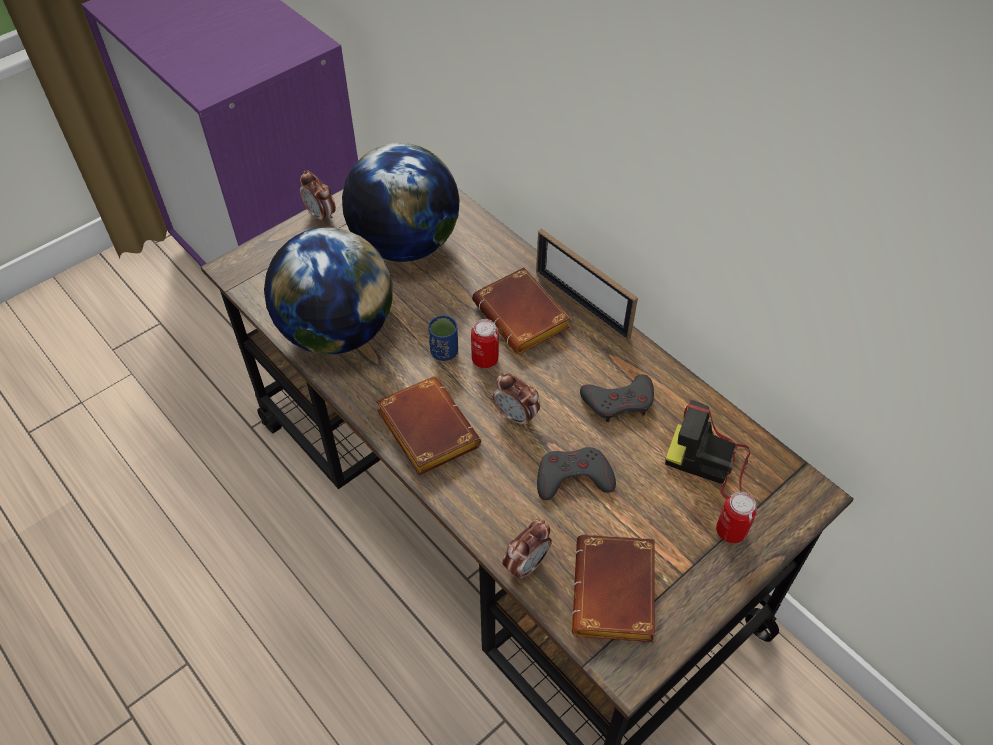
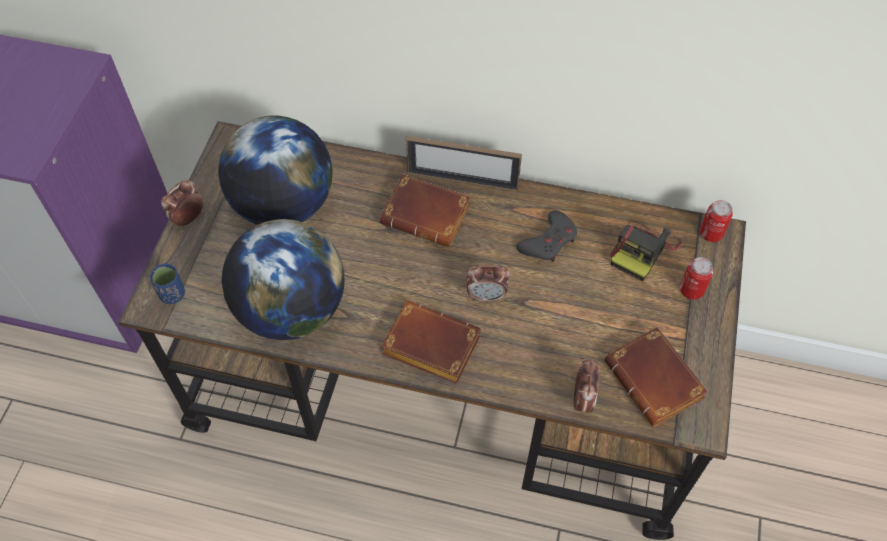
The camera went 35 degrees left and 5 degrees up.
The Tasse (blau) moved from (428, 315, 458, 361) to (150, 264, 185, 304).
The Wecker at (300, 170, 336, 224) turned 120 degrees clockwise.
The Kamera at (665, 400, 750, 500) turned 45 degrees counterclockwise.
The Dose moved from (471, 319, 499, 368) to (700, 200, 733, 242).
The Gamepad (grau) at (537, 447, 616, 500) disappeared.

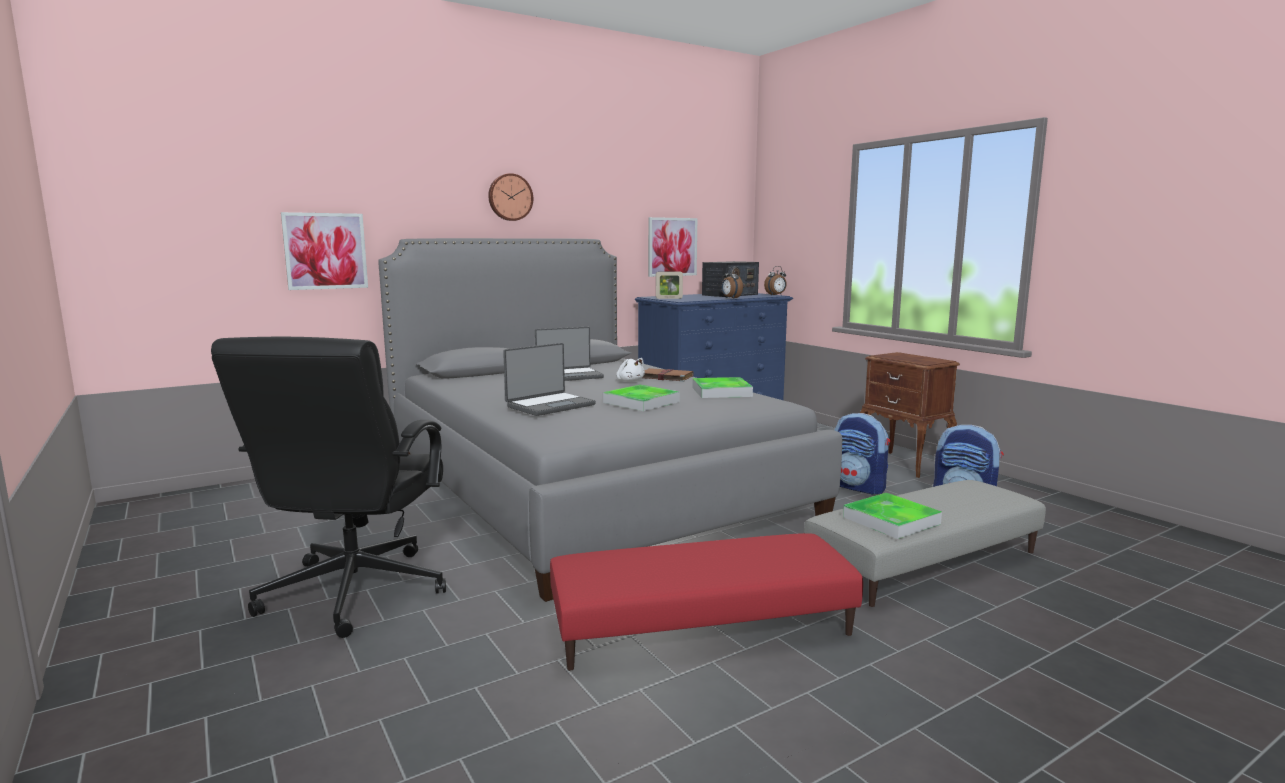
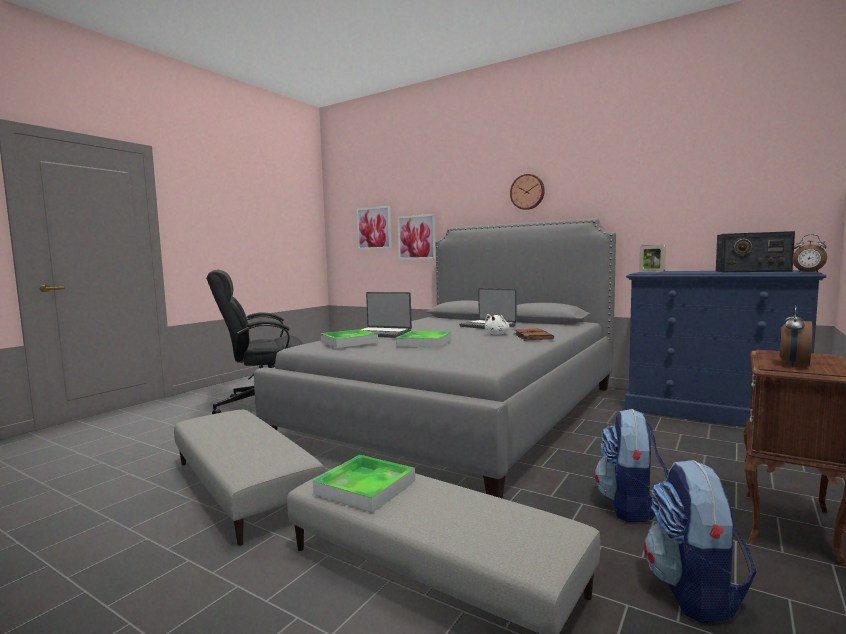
The camera went 65 degrees right and 5 degrees down.
The Polsterhocker (rot) at (550, 533, 863, 671) became the Polsterhocker (grau) at (174, 410, 325, 546).
The Tablett moved from (692, 377, 753, 398) to (320, 329, 378, 348).
The Bild moved from (648, 217, 697, 277) to (356, 206, 392, 250).
The Wecker moved from (722, 267, 743, 298) to (780, 305, 812, 367).

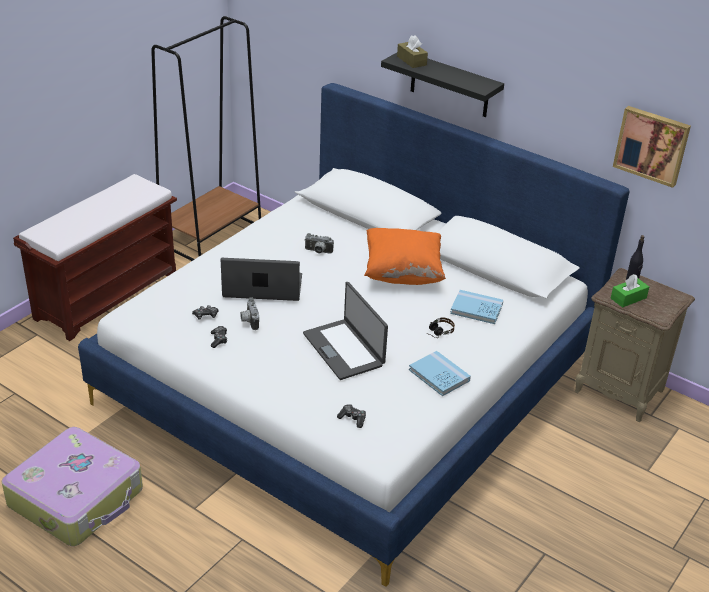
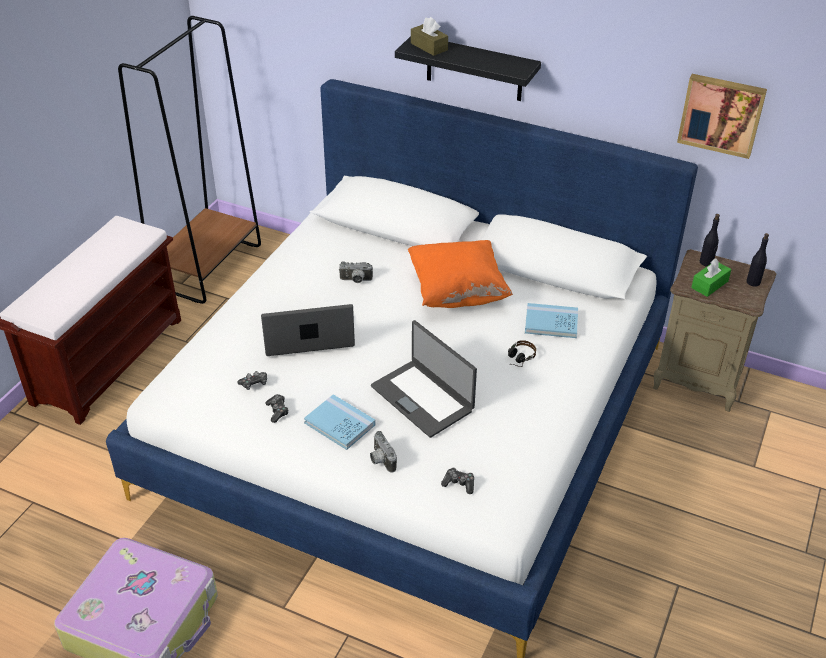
The camera went 10 degrees left and 5 degrees up.
The Buch (blau) moved from (409, 351, 471, 396) to (304, 394, 376, 450).
The Kamera moved from (240, 297, 259, 330) to (370, 431, 397, 473).
The Flasche (schwarz) at (747, 233, 769, 287) appeared.

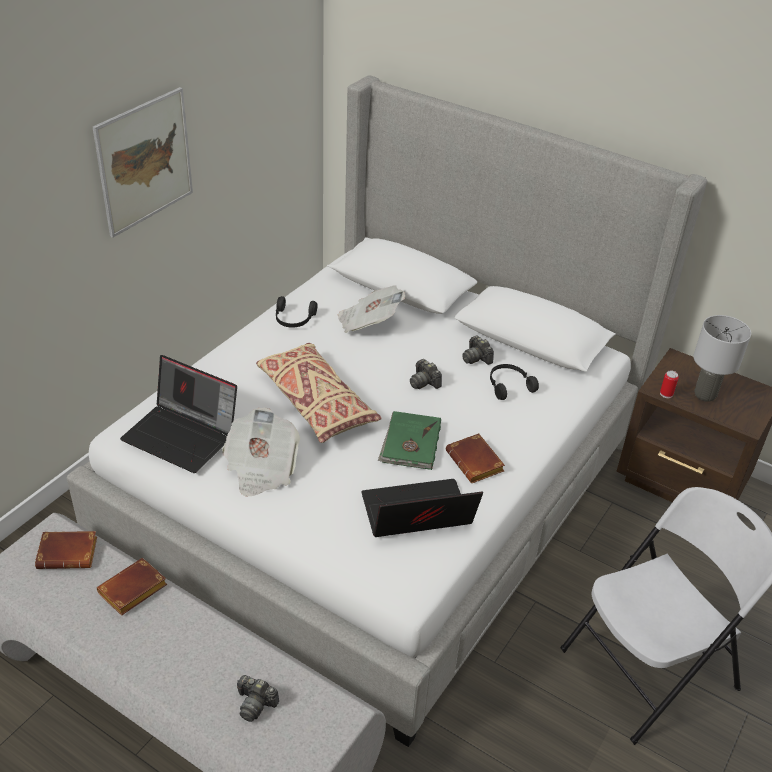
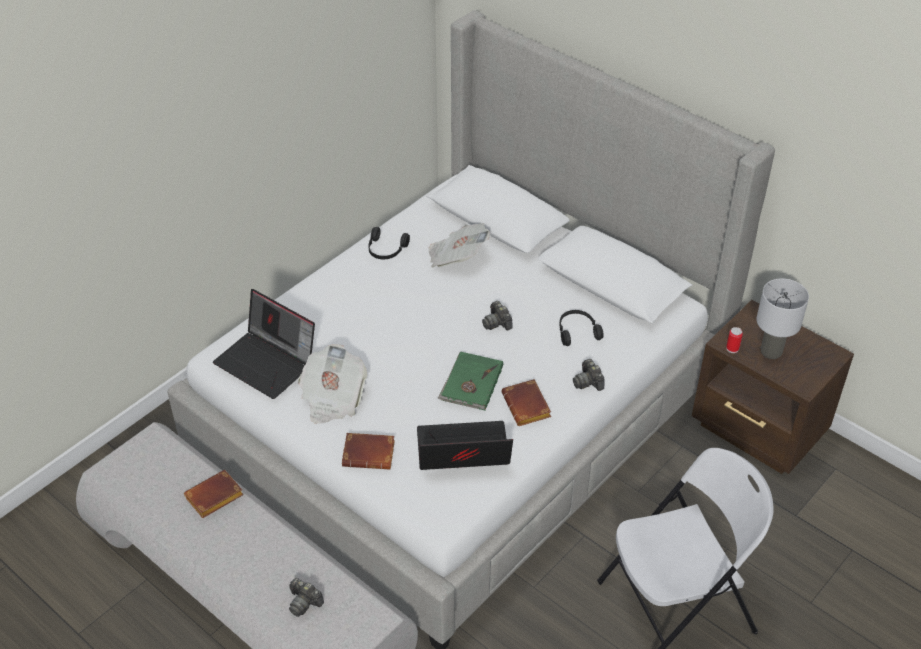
The camera went 10 degrees right and 5 degrees up.
The Buch (braun) moved from (35, 531, 97, 569) to (342, 433, 395, 469).
The Kamera moved from (462, 335, 494, 365) to (573, 359, 604, 391).
The Bild at (93, 87, 193, 238) disappeared.
The Kissen (beige) at (256, 343, 382, 443) disappeared.

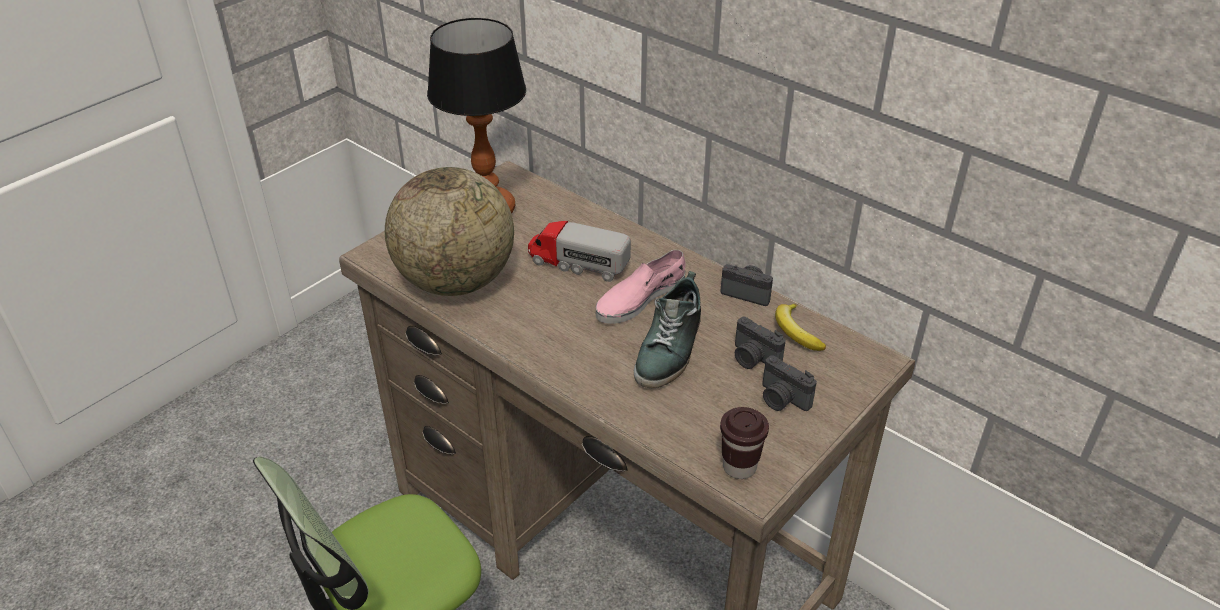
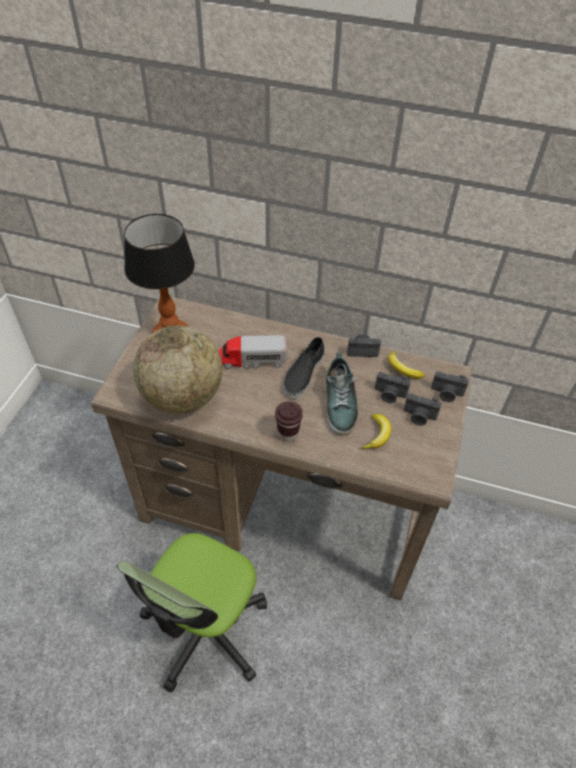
The camera went 25 degrees left and 10 degrees up.
The Tasse (braun) moved from (720, 407, 769, 479) to (275, 402, 303, 442).
The Schuh (rosa) at (596, 250, 686, 324) became the Schuh (schwarz) at (284, 337, 324, 399).
The Banane at (361, 414, 391, 449) appeared.
The Kamera at (431, 371, 469, 402) appeared.

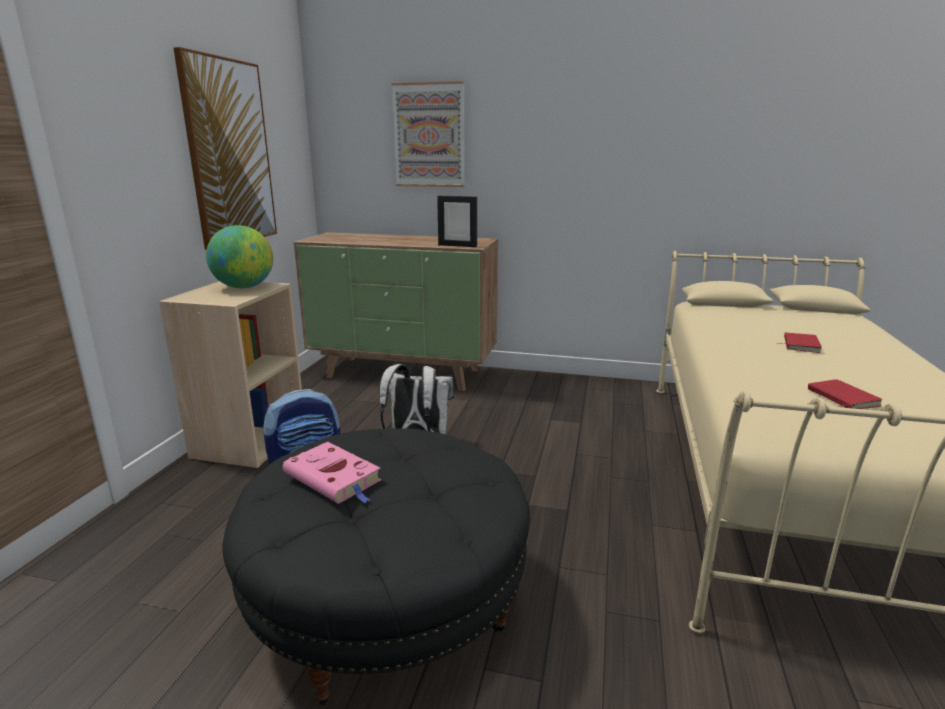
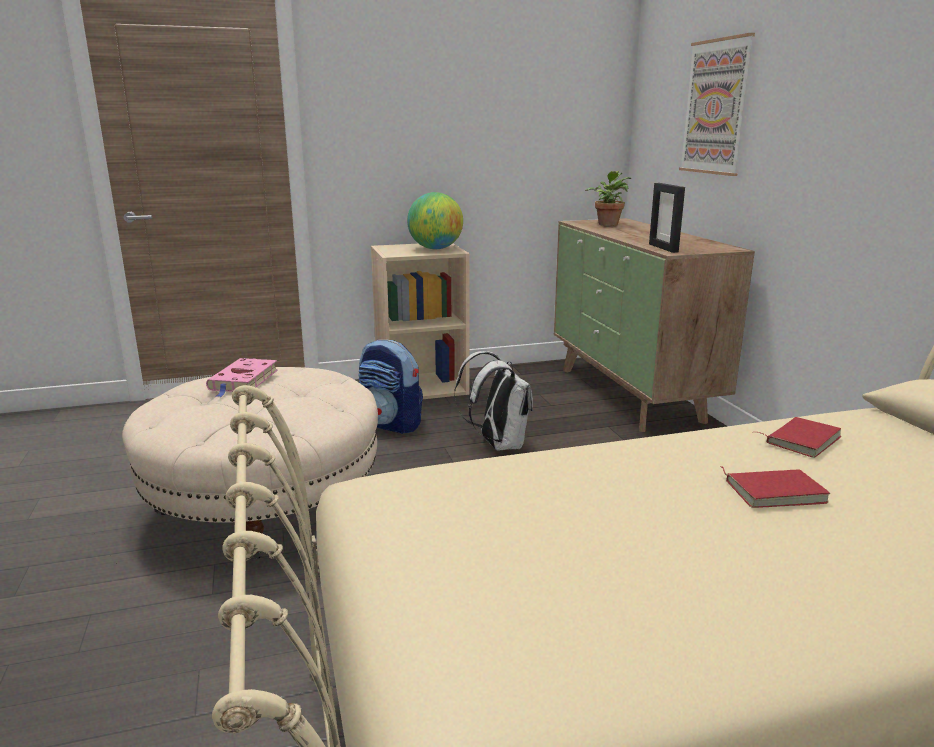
The camera went 60 degrees right and 0 degrees up.
The Polsterhocker (schwarz) at (223, 428, 530, 705) became the Polsterhocker (beige) at (122, 367, 378, 559).
The Topfpflanze at (585, 171, 631, 226) appeared.
The Buch (rot) moved from (808, 379, 883, 409) to (758, 417, 841, 458).
The Bild at (174, 47, 277, 250) disappeared.

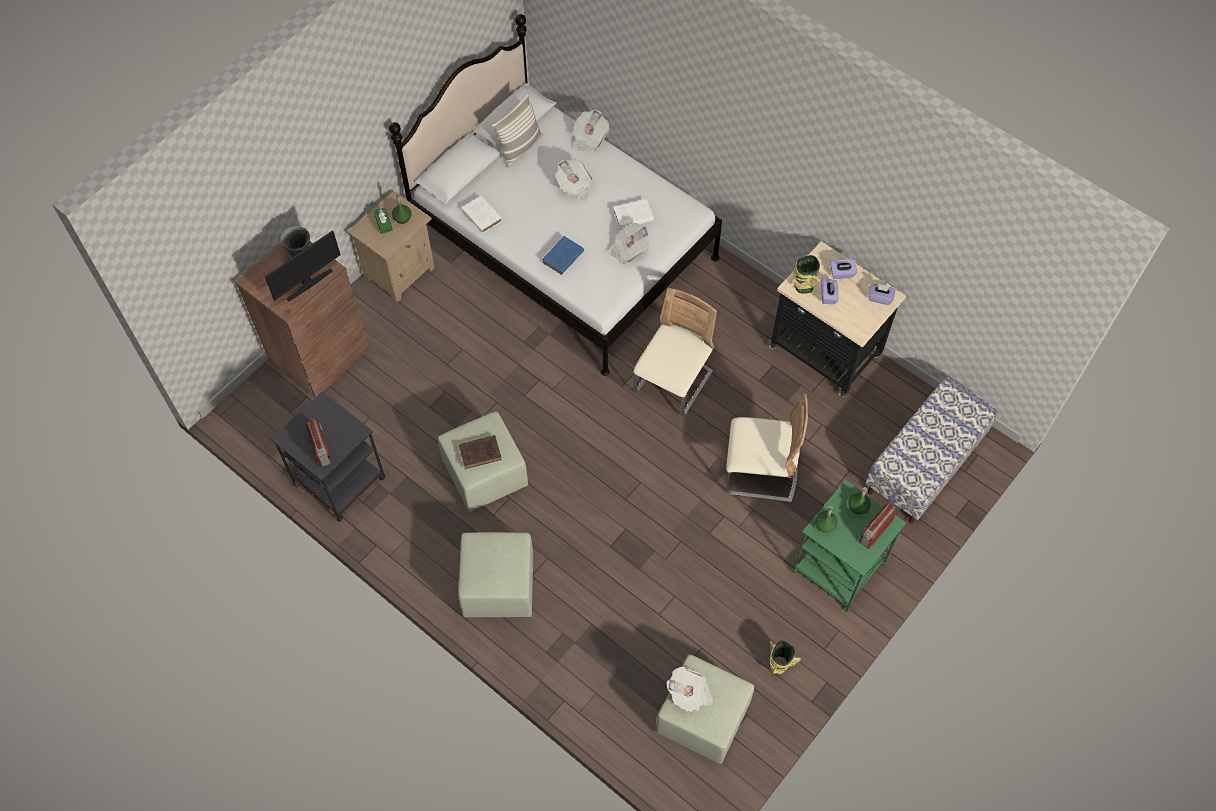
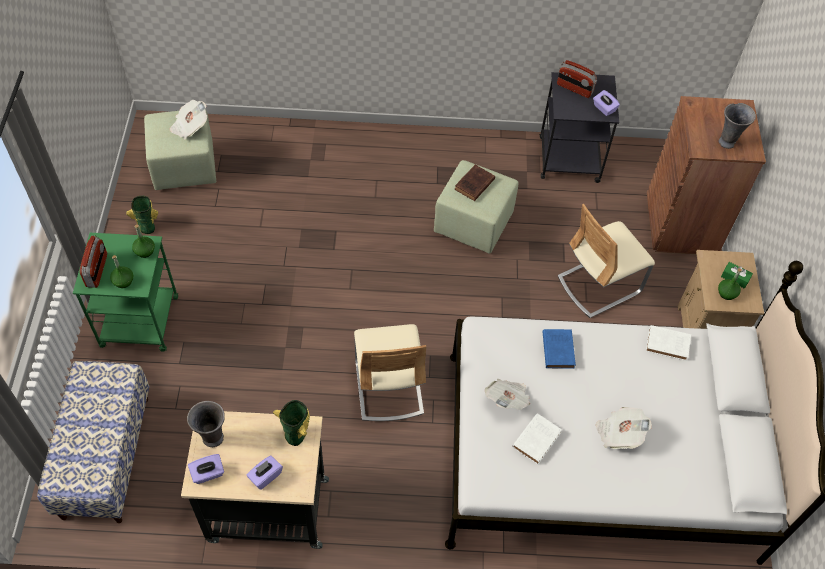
The camera went 140 degrees right and 5 degrees down.
The Vase (grau) at (187, 401, 225, 447) appeared.
The Stuhl (beige) moved from (726, 394, 808, 502) to (558, 204, 655, 318).
The Taschentuchbox (lila) moved from (821, 278, 839, 304) to (593, 90, 620, 116).
The Monitor at (265, 231, 341, 301) disappeared.
The Polsterhocker (grün) at (458, 532, 533, 617) disappeared.
The Kissen at (492, 94, 543, 168) disappeared.
The Zeitung at (572, 110, 609, 151) disappeared.

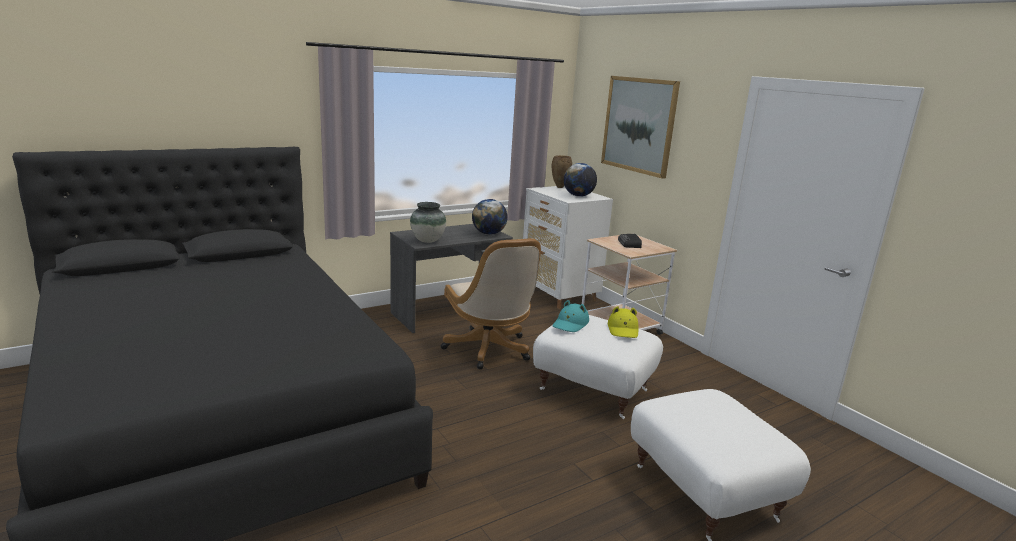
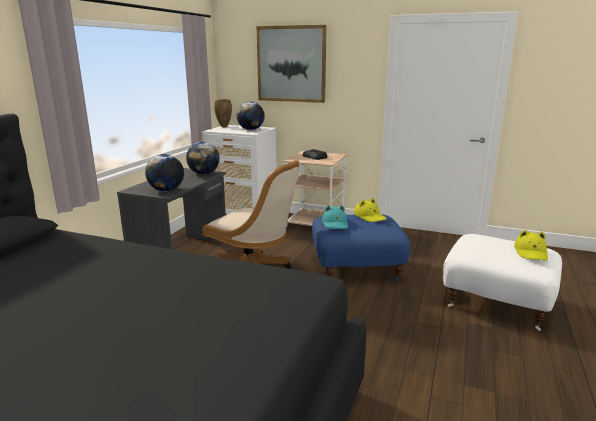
The camera went 35 degrees left and 0 degrees up.
The Vase at (410, 202, 446, 243) was replaced by the Globus at (145, 154, 184, 191).
The Polsterhocker (weiß) at (533, 315, 663, 419) became the Polsterhocker (blau) at (312, 214, 410, 281).
The Hut (gelb) at (514, 230, 548, 260) appeared.

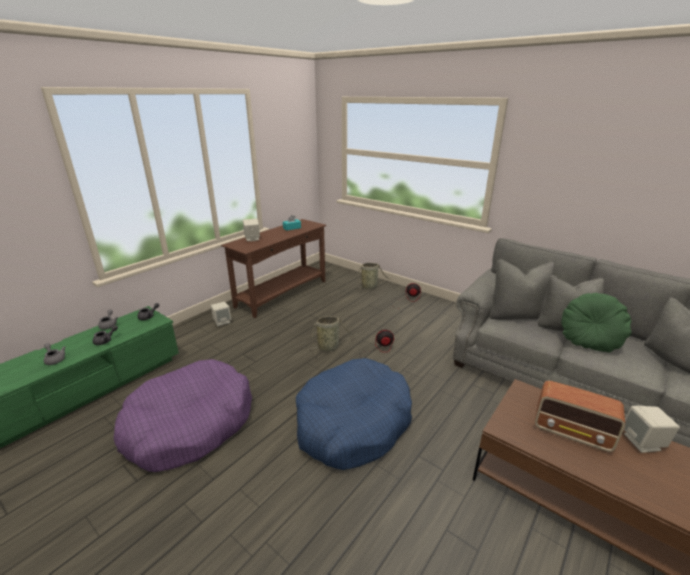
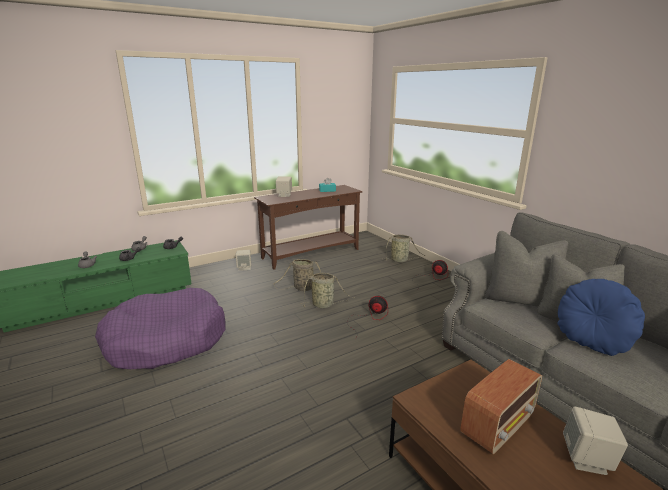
The camera went 20 degrees right and 5 degrees down.
The Korb at (273, 259, 321, 291) appeared.
The Radio at (535, 381, 625, 452) turned 90 degrees counterclockwise.
The Kissen (grün) at (561, 293, 632, 353) became the Kissen (blau) at (557, 279, 645, 356).
The Hundebett (blau) at (296, 358, 412, 470) disappeared.

